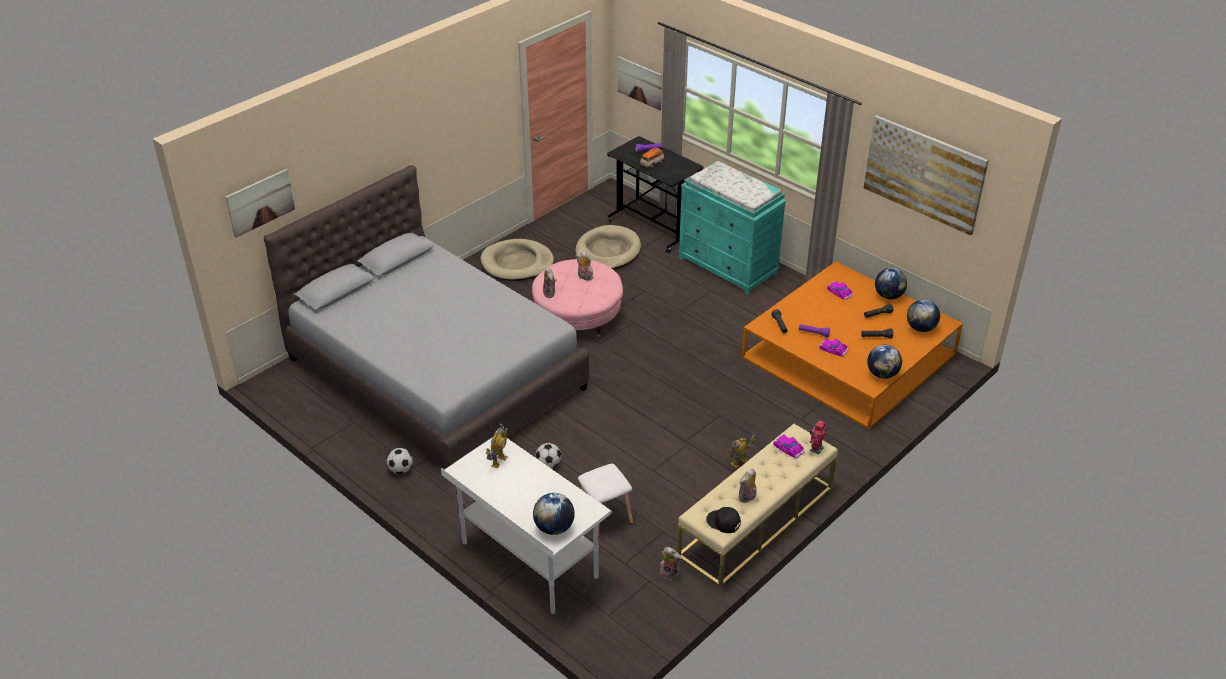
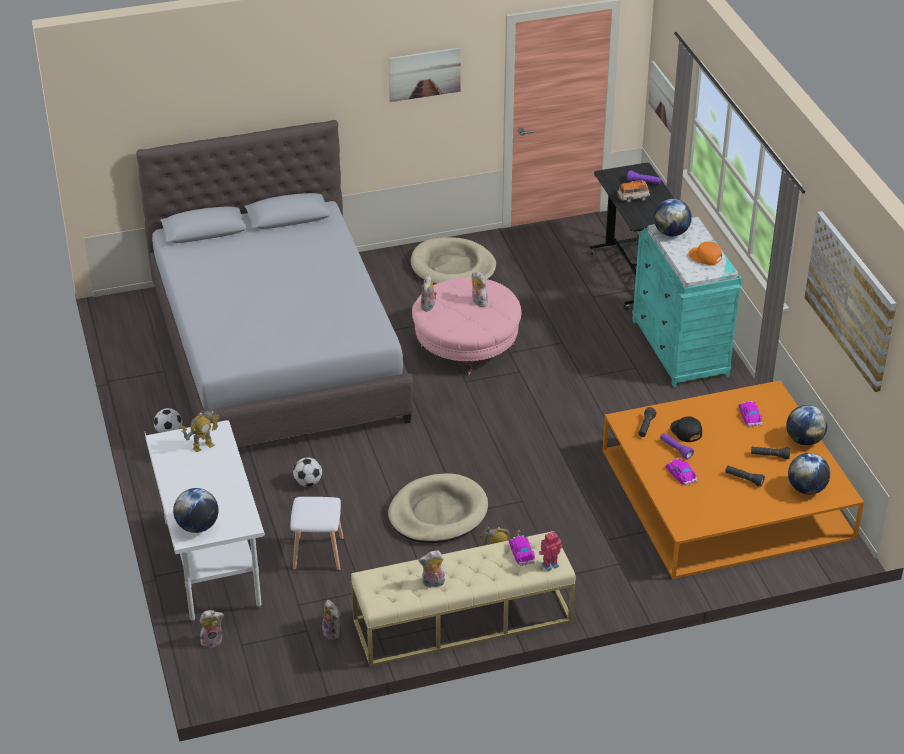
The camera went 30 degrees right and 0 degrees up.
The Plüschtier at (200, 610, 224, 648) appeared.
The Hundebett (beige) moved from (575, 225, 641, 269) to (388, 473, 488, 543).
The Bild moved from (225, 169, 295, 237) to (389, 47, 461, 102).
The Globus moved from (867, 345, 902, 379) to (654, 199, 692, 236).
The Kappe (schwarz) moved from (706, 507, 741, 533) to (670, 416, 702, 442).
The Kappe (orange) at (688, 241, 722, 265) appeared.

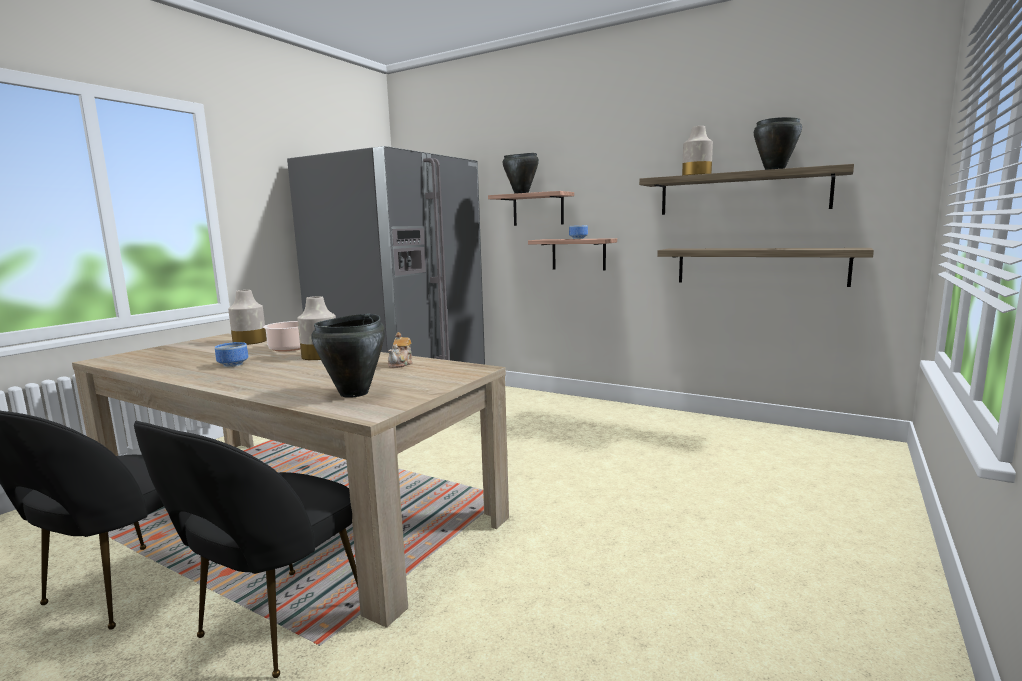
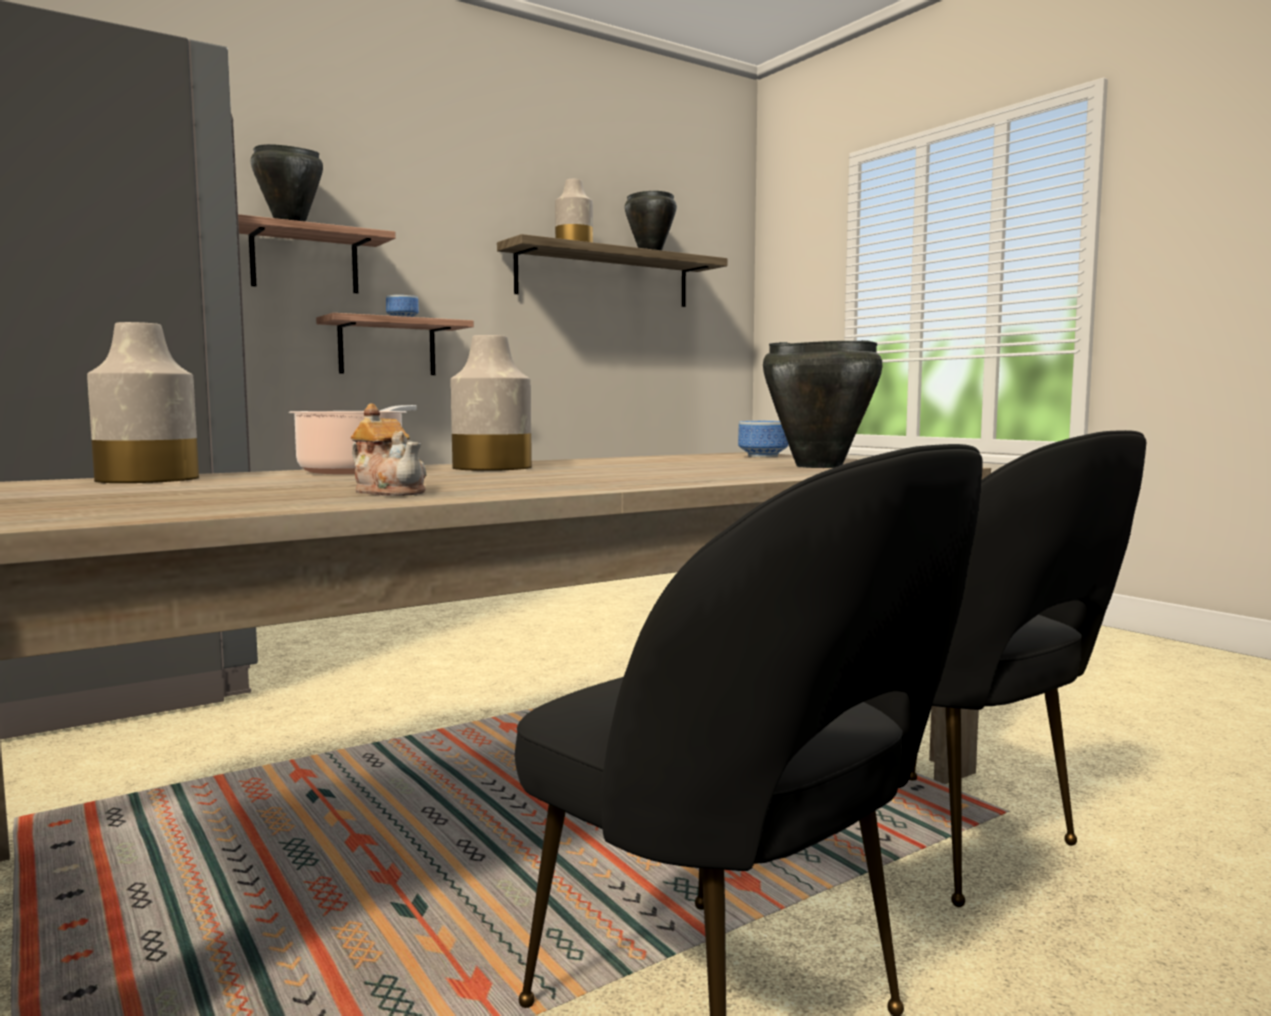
The camera went 65 degrees left and 5 degrees down.
The Teekanne moved from (388, 332, 413, 368) to (351, 403, 426, 496).
The Schüssel moved from (215, 342, 248, 367) to (738, 421, 789, 457).
The Wandregal at (657, 248, 874, 287) disappeared.

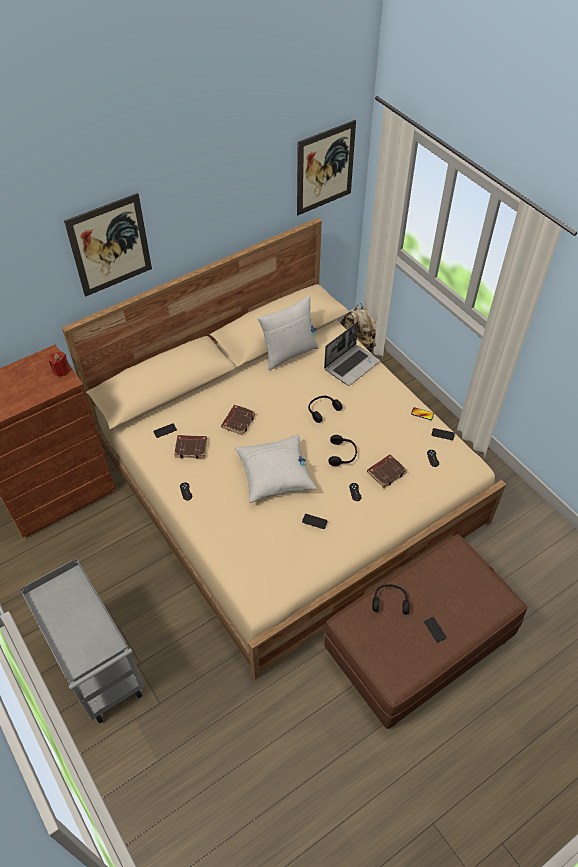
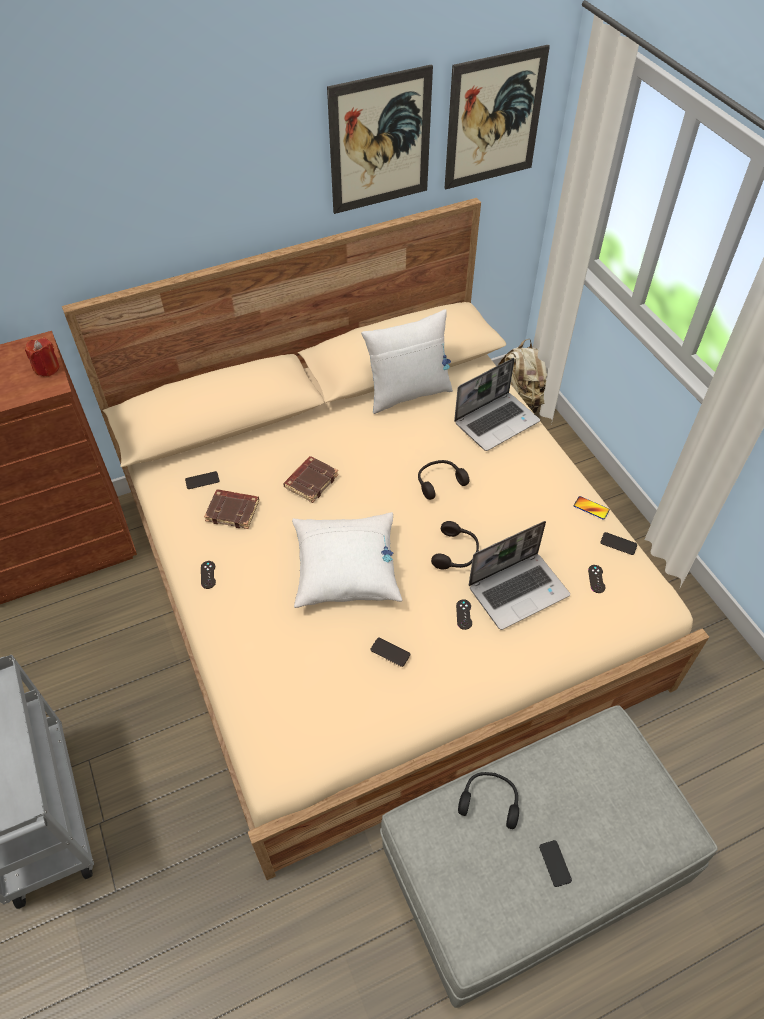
The camera went 10 degrees right and 0 degrees up.
The Bild moved from (64, 193, 152, 297) to (327, 64, 433, 214).
The Polsterhocker (braun) at (324, 534, 527, 729) became the Polsterhocker (grau) at (380, 705, 718, 1008).
The Buch (braun) at (367, 454, 407, 488) was replaced by the Laptop at (468, 521, 570, 630).

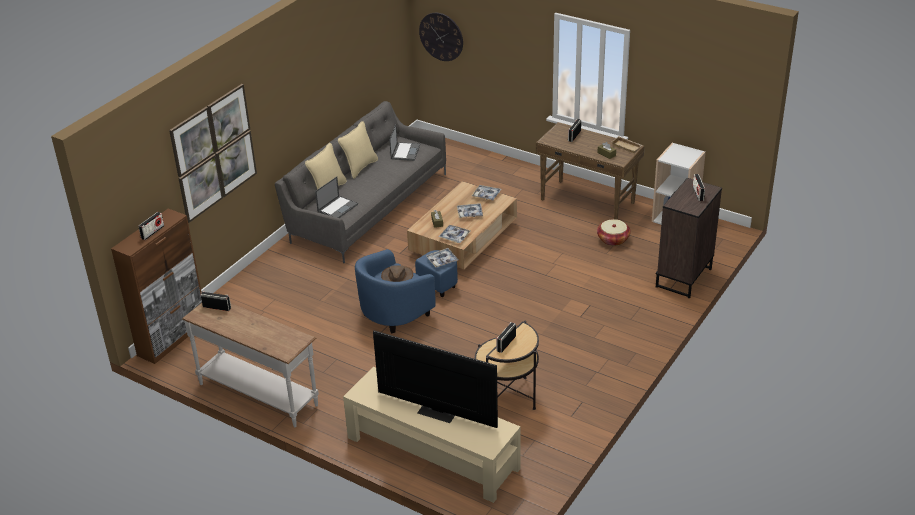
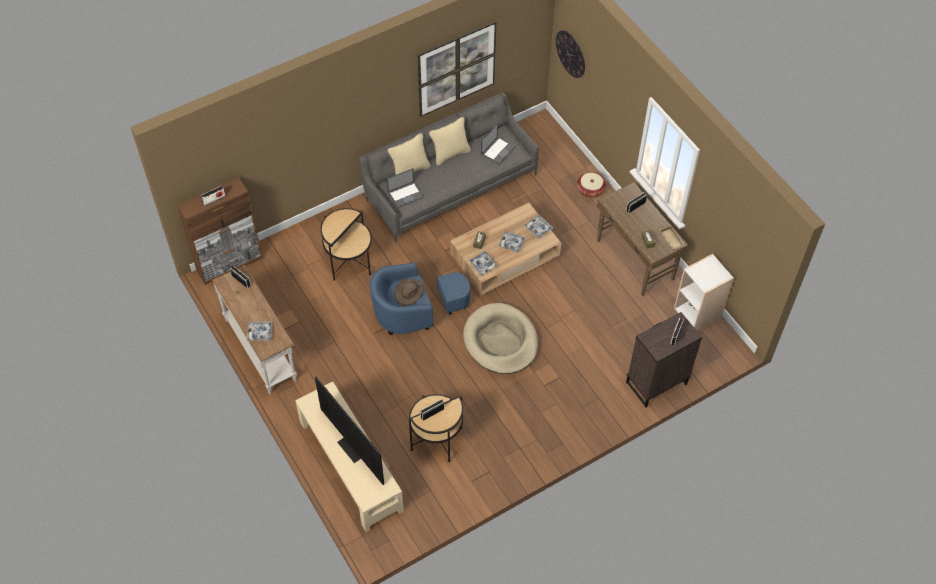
The camera went 25 degrees right and 20 degrees up.
The Tablett moved from (426, 248, 459, 267) to (246, 321, 273, 341).
The Beistelltisch at (321, 208, 372, 280) appeared.
The Bild moved from (169, 84, 257, 223) to (418, 21, 496, 117).
The Hundebett (beige) at (463, 303, 538, 374) appeared.
The Korb moved from (597, 219, 631, 246) to (577, 172, 606, 198).

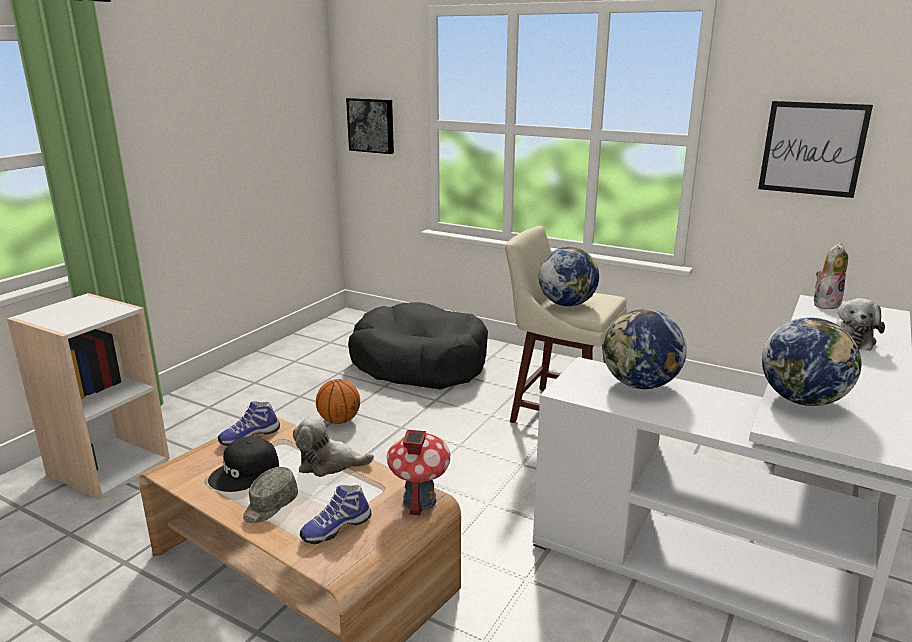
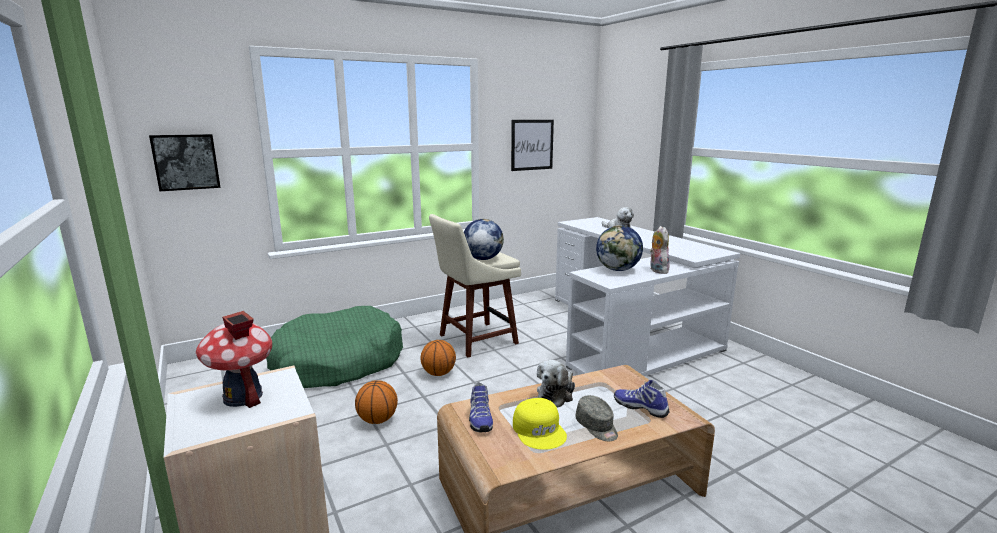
The camera went 60 degrees left and 5 degrees down.
The Spielzeughaus moved from (387, 430, 450, 515) to (196, 311, 272, 408).
The Hundebett (schwarz) at (348, 302, 488, 389) became the Hundebett (grün) at (266, 306, 403, 388).
The Basketball at (421, 340, 456, 376) appeared.
The Kappe (schwarz) at (208, 436, 279, 492) became the Kappe (gelb) at (513, 398, 567, 450).
The Schuh at (300, 485, 372, 544) turned 135 degrees clockwise.
The Plüschtier moved from (814, 243, 848, 309) to (650, 226, 670, 274).
The Globus at (762, 318, 861, 406) disappeared.

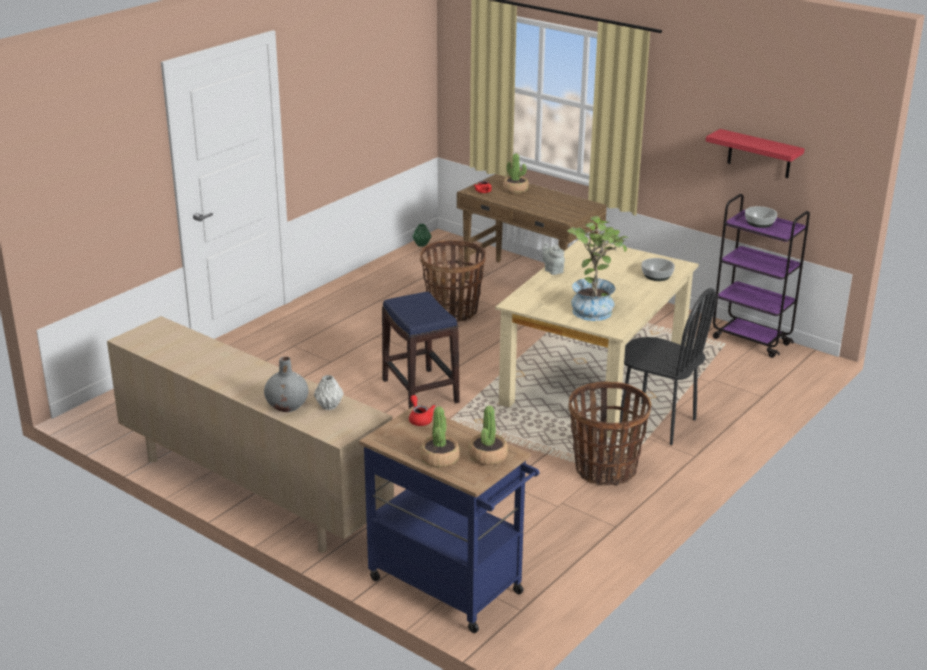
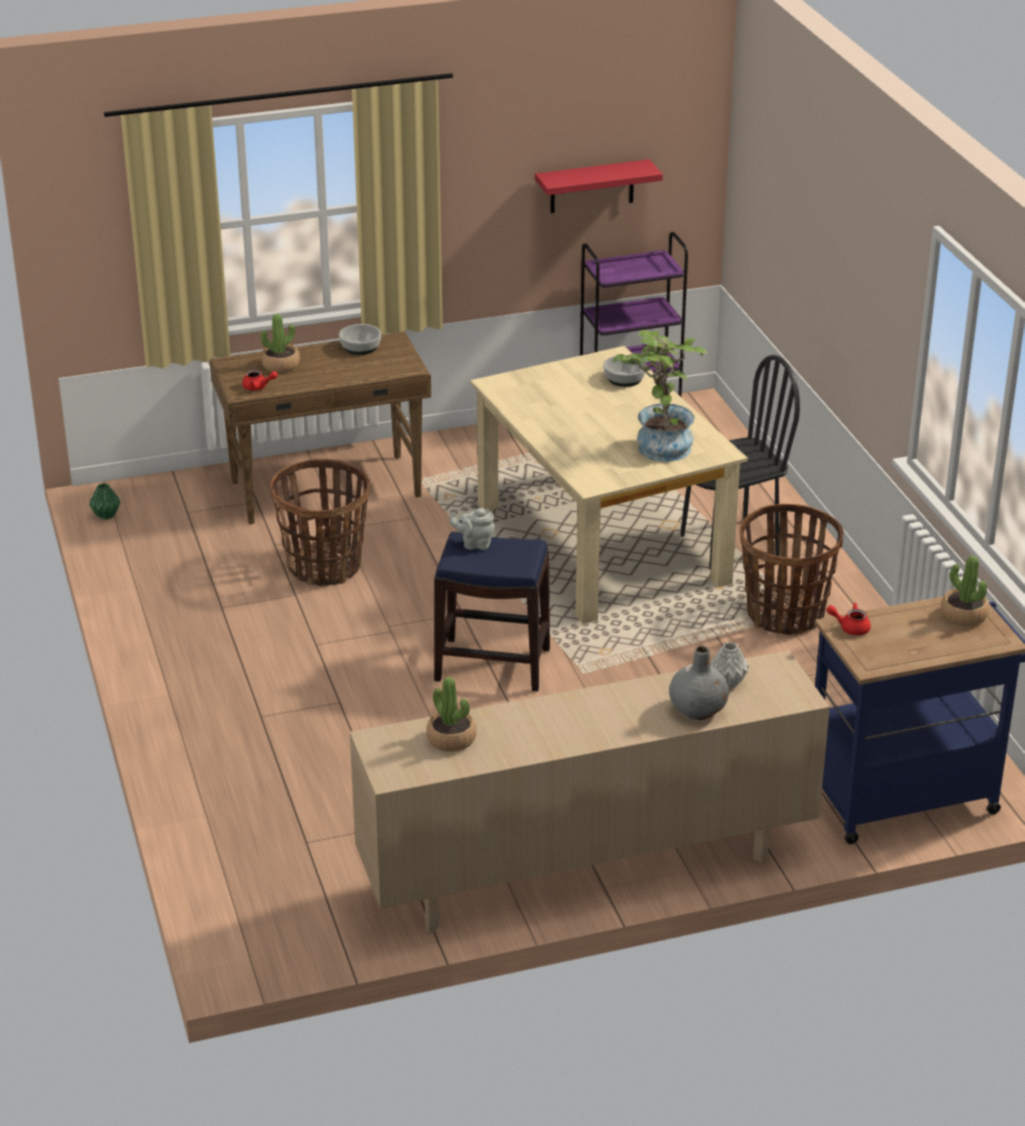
The camera went 55 degrees left and 5 degrees up.
The Schüssel moved from (745, 206, 777, 228) to (339, 324, 381, 355).
The Topfpflanze moved from (420, 406, 460, 468) to (426, 677, 477, 752).
The Teekanne (grau) moved from (542, 243, 565, 275) to (449, 508, 495, 550).

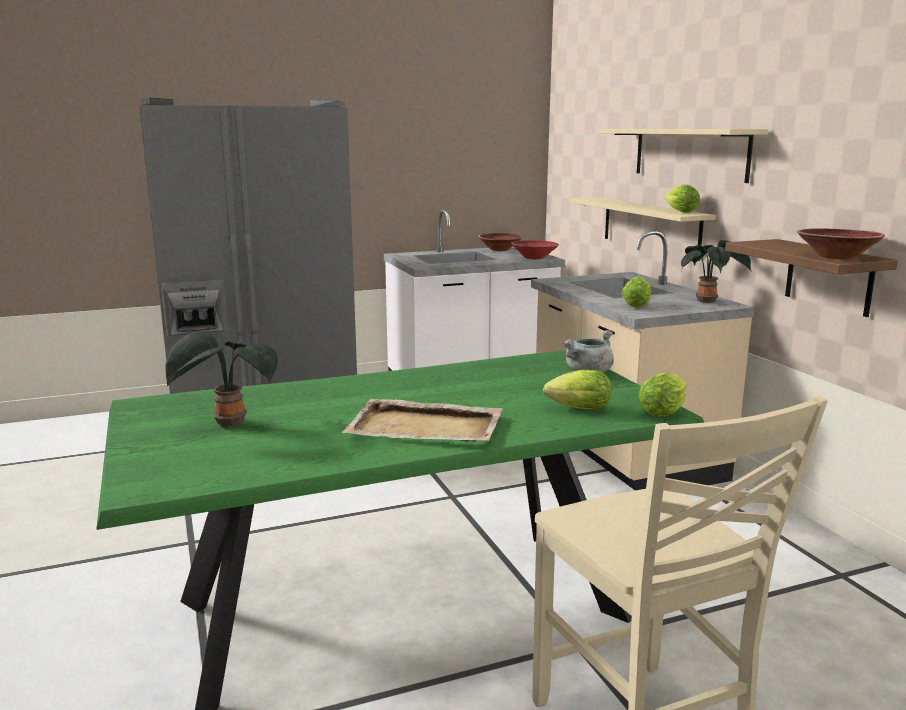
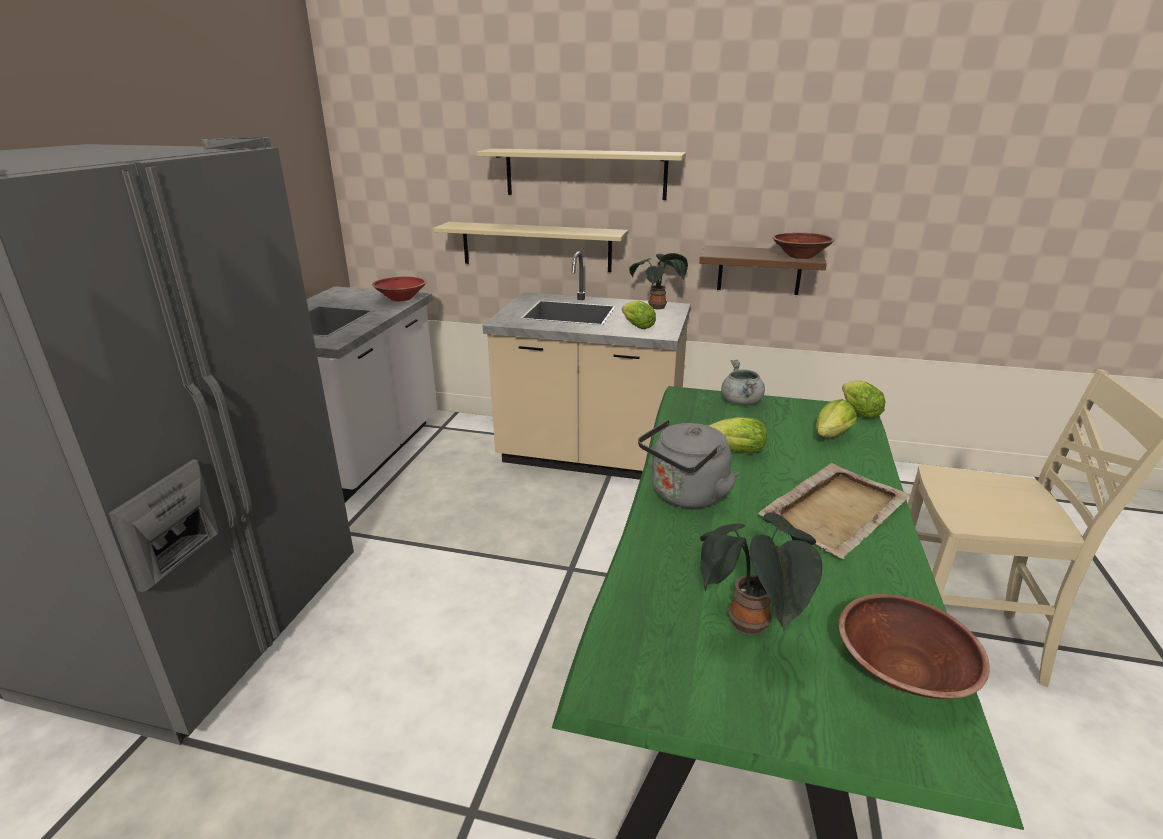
The camera went 55 degrees left and 10 degrees up.
The Wasserkessel (grau) at (638, 420, 739, 508) appeared.
The Salatkopf moved from (665, 185, 700, 213) to (709, 417, 767, 454).
The Schüssel (braun) moved from (478, 233, 522, 251) to (839, 594, 990, 699).

